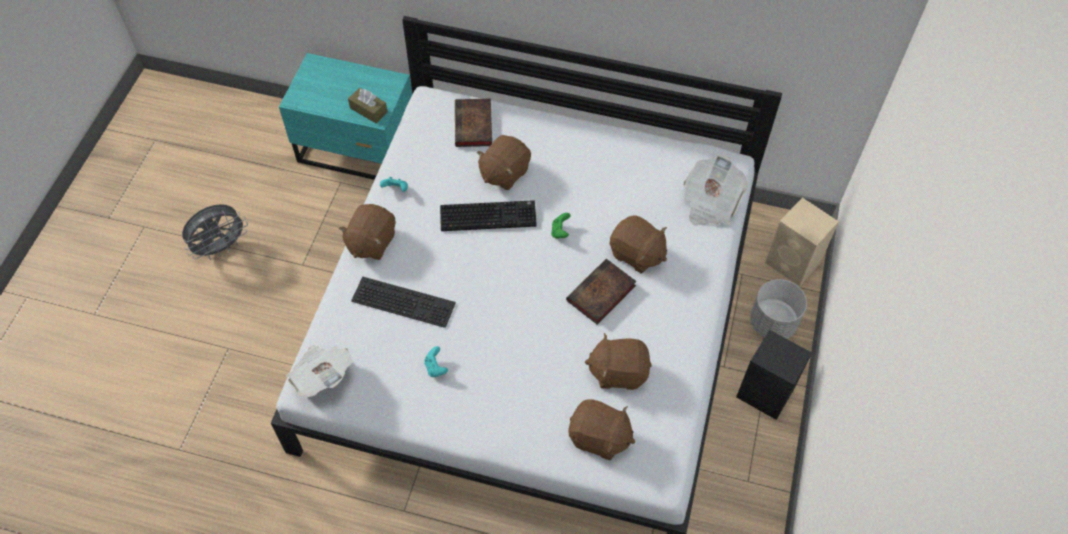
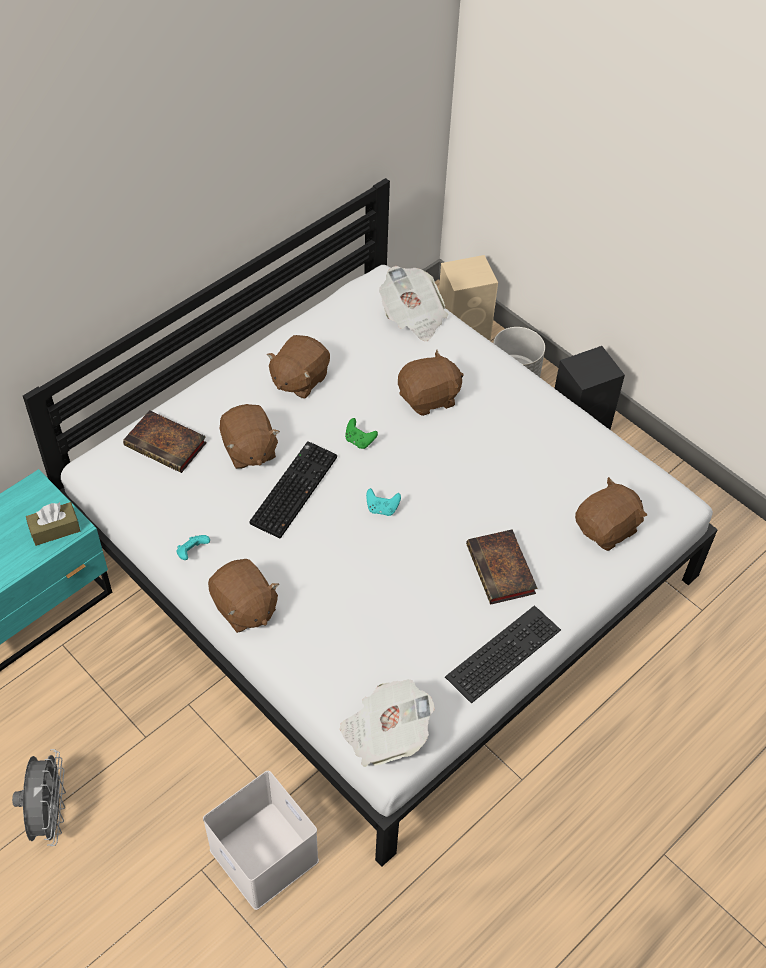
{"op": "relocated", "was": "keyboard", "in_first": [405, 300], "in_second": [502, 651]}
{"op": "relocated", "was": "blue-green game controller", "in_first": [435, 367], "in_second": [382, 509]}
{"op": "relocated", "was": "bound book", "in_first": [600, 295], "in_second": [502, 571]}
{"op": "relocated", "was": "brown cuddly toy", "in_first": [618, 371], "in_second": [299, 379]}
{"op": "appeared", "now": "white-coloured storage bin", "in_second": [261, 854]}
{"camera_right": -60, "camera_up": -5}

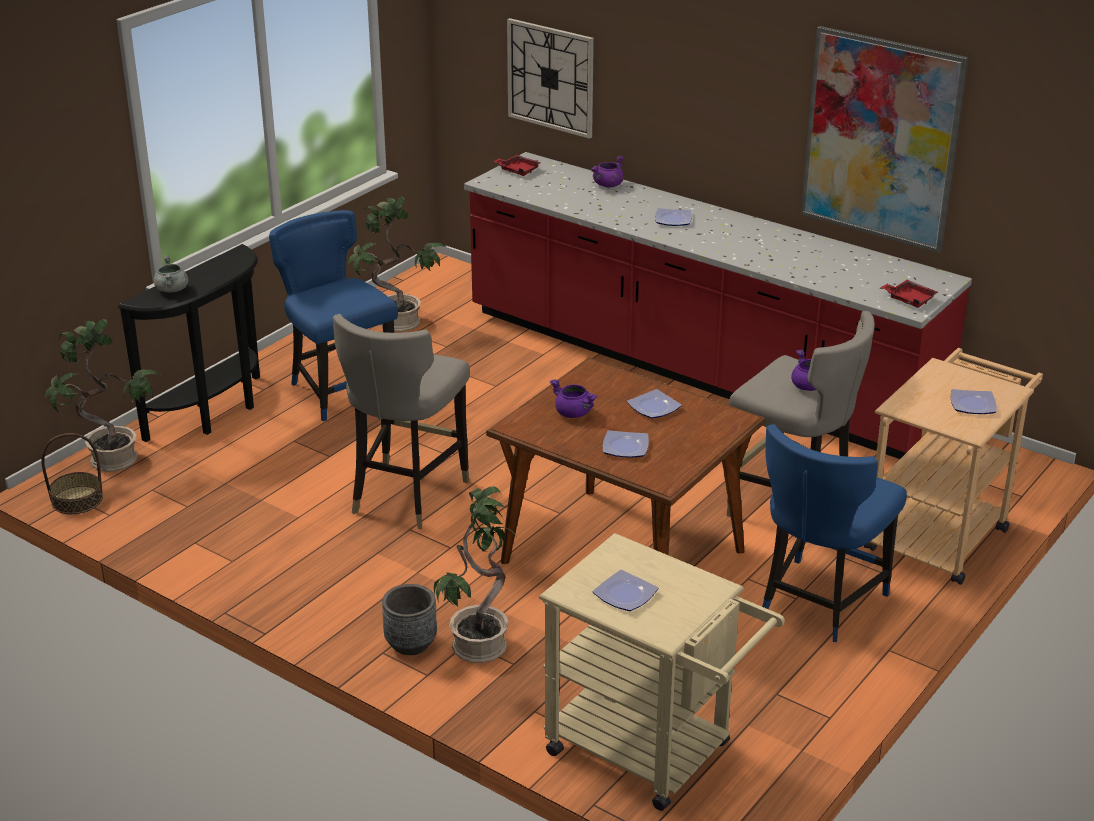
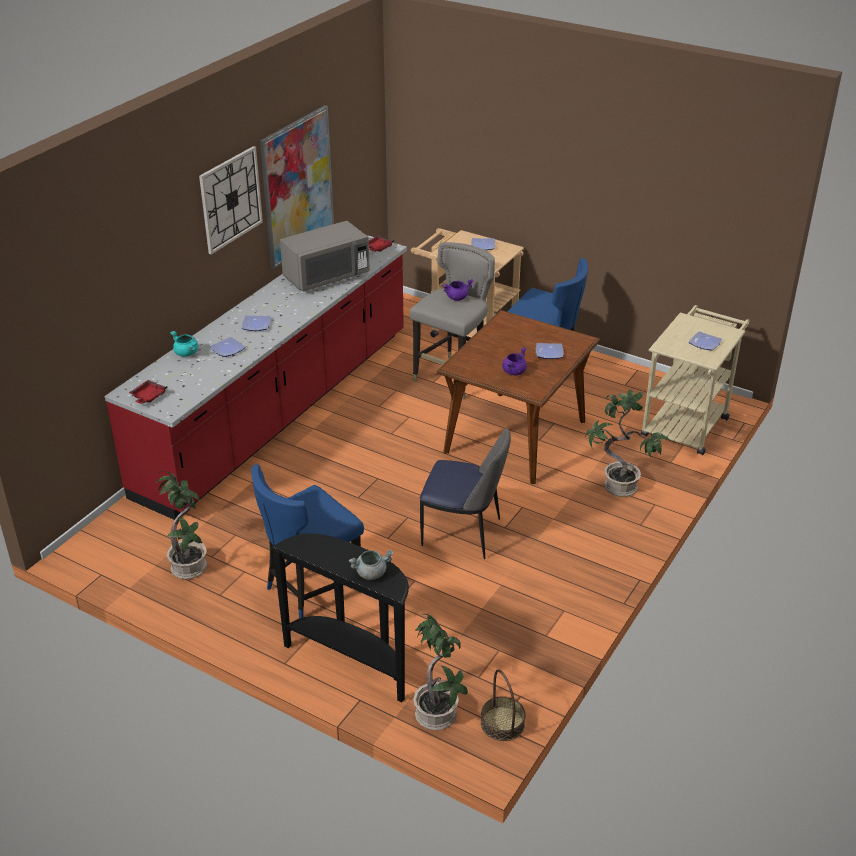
{"op": "exchanged", "was": "grey stool seat", "now": "upright chair", "in_first": [406, 496], "in_second": [464, 533]}
{"op": "missing", "was": "grey flower pot", "in_first": [411, 644]}
{"op": "relocated", "was": "wall clock", "in_first": [550, 77], "in_second": [230, 199]}
{"op": "colour", "was": "purple-coloured stockpot", "now": "blue-green stockpot", "in_first": [608, 185], "in_second": [187, 353]}
{"op": "relocated", "was": "flat dish", "in_first": [653, 408], "in_second": [228, 349]}
{"op": "appeared", "now": "grey kitchen microwave", "in_second": [326, 277]}
{"camera_right": -95, "camera_up": 5}

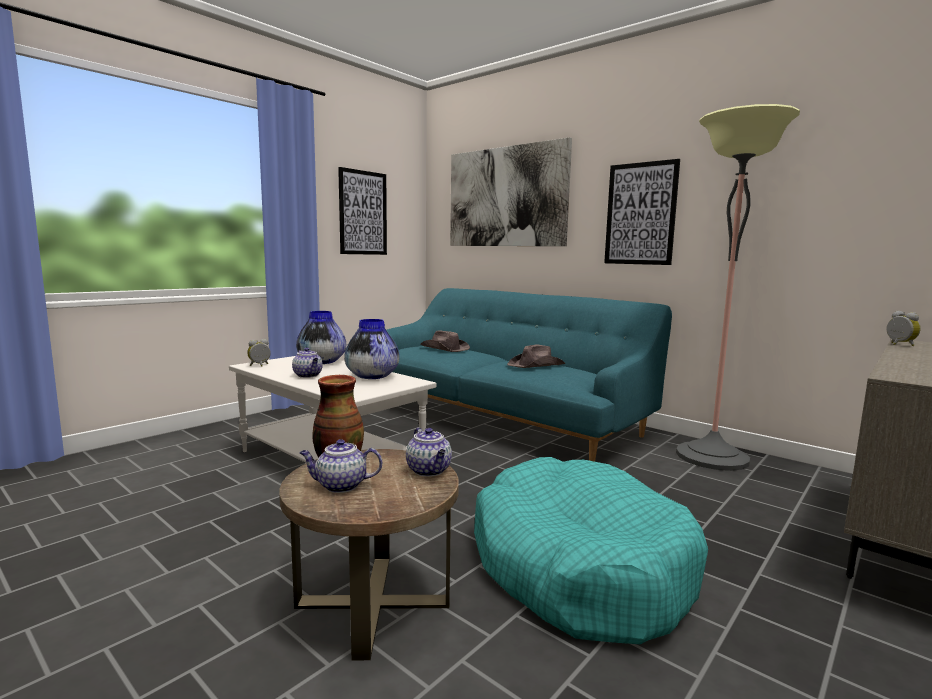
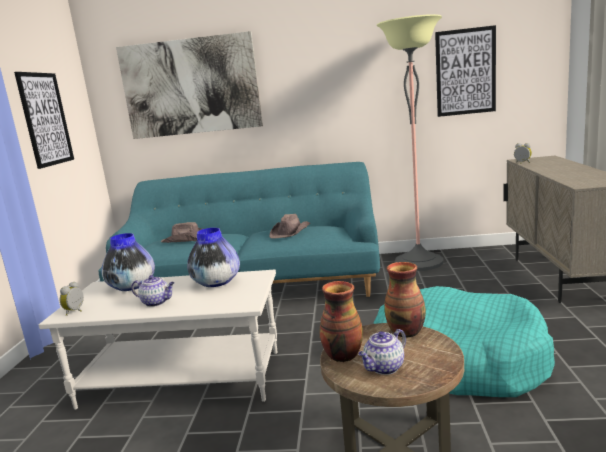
{"op": "exchanged", "was": "tea pot", "now": "vase", "in_first": [429, 471], "in_second": [406, 332]}
{"op": "relocated", "was": "wall art", "in_first": [640, 214], "in_second": [465, 72]}
{"camera_right": -35, "camera_up": 5}

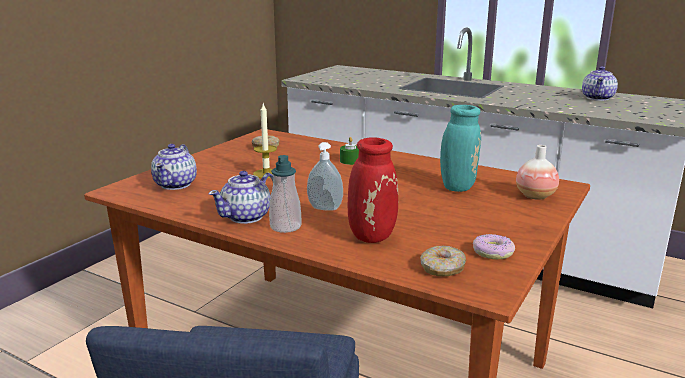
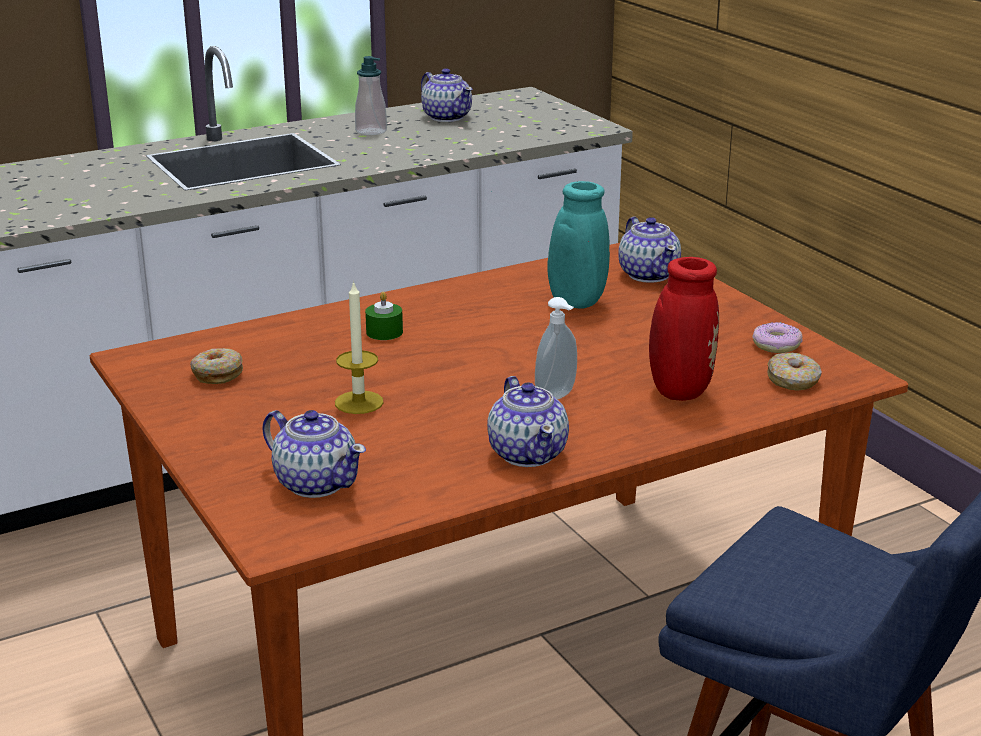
{"op": "relocated", "was": "liquid soap bottle", "in_first": [285, 227], "in_second": [371, 131]}
{"op": "exchanged", "was": "vase", "now": "tea pot", "in_first": [535, 196], "in_second": [649, 274]}
{"camera_right": -60, "camera_up": 5}

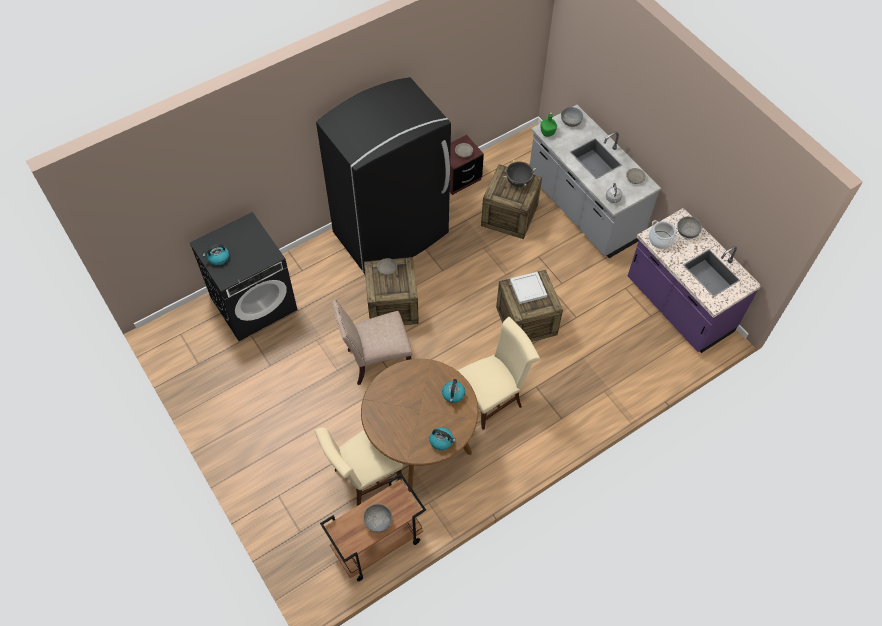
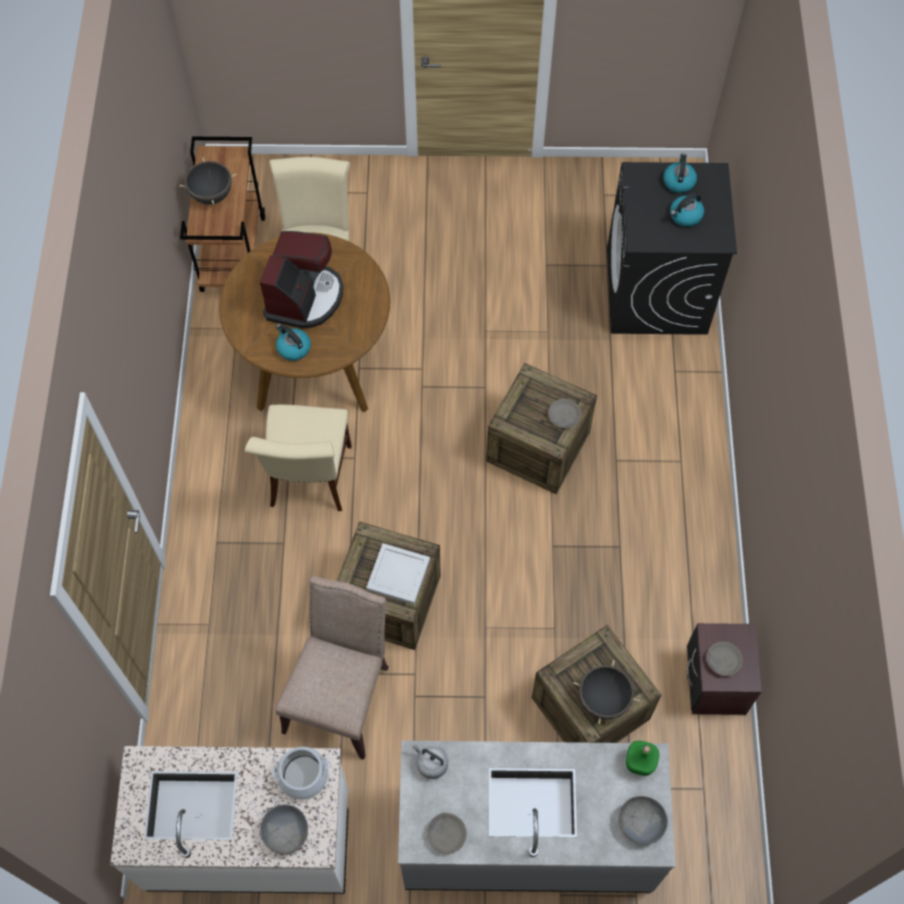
{"op": "missing", "was": "blackish kitchen fridge", "in_first": [392, 234]}
{"op": "relocated", "was": "beige-coloured upright chair", "in_first": [377, 361], "in_second": [341, 695]}
{"op": "exchanged", "was": "grey deep dish", "now": "blackish stockpot", "in_first": [378, 521], "in_second": [211, 195]}
{"op": "relocated", "was": "kettle", "in_first": [441, 441], "in_second": [685, 216]}
{"op": "colour", "was": "purple-coloured kitchen counter", "now": "white-coloured kitchen counter", "in_first": [678, 307], "in_second": [249, 839]}
{"op": "appeared", "now": "coffee machine", "in_second": [304, 297]}
{"camera_right": 125, "camera_up": 5}

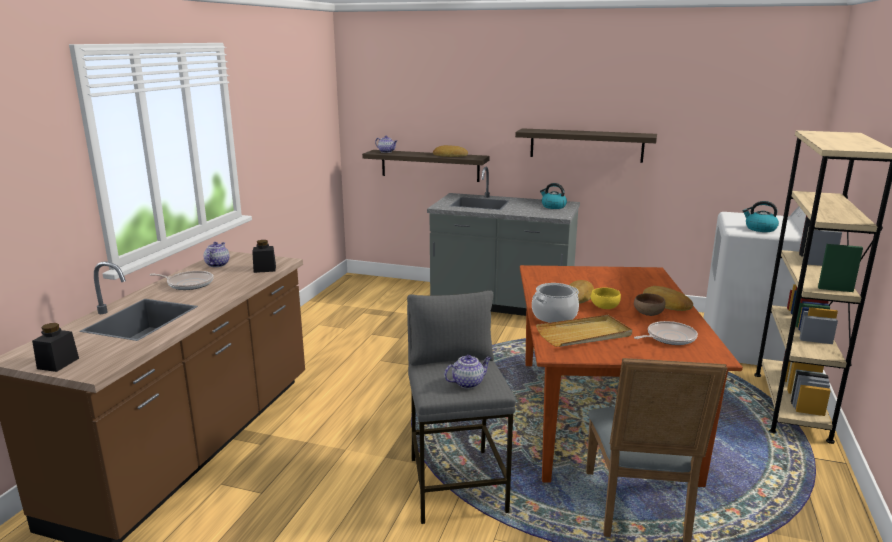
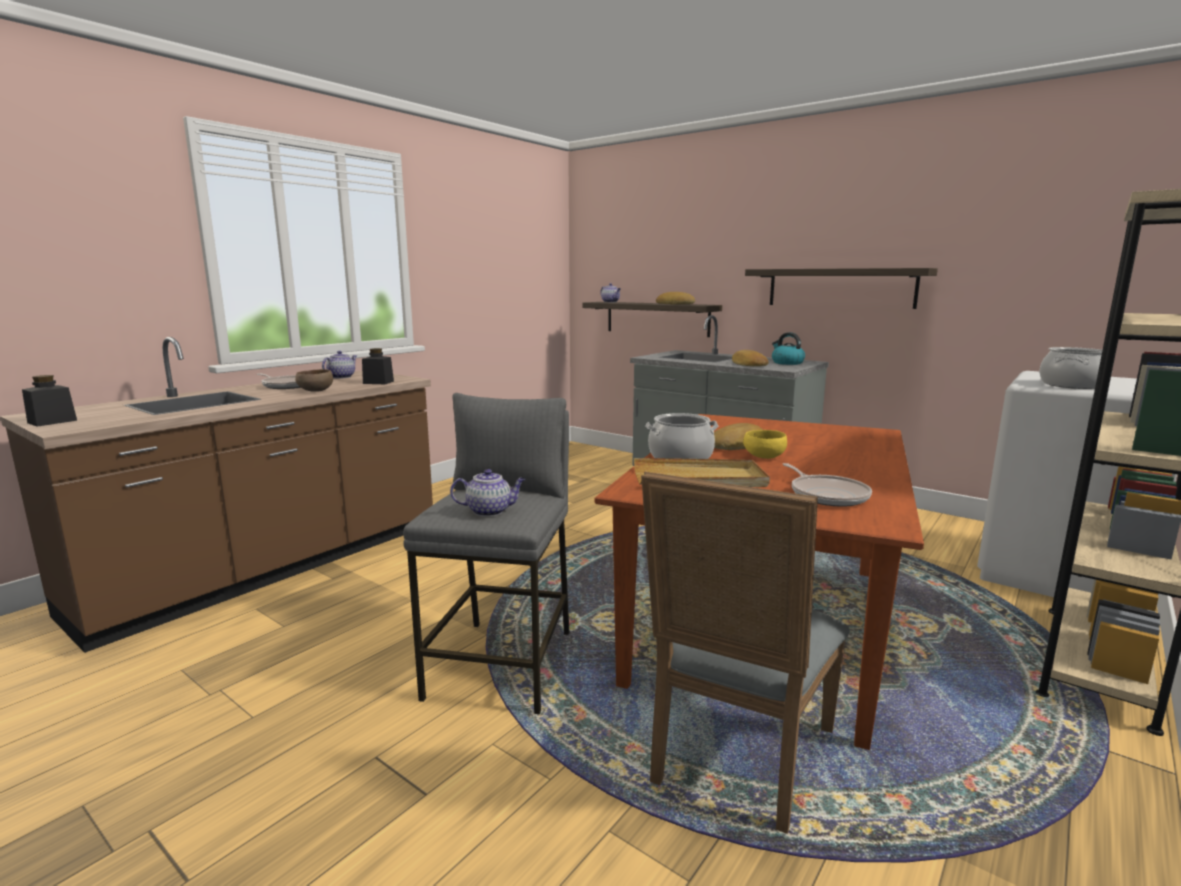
{"op": "relocated", "was": "brown deep dish", "in_first": [648, 314], "in_second": [315, 391]}
{"op": "spun", "was": "pan", "in_first": [668, 337], "in_second": [827, 495], "clockwise": 75}
{"op": "relocated", "was": "bakery bread", "in_first": [666, 303], "in_second": [748, 364]}
{"op": "exchanged", "was": "kettle", "now": "stockpot", "in_first": [760, 229], "in_second": [1072, 385]}
{"camera_right": 20, "camera_up": -5}

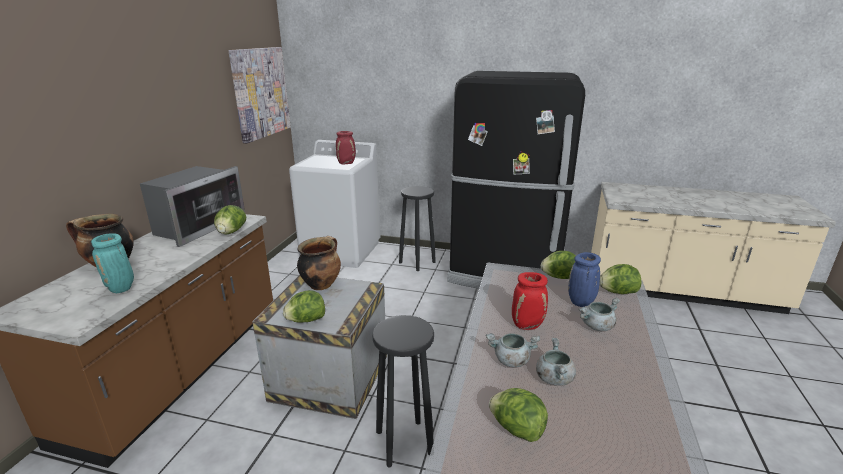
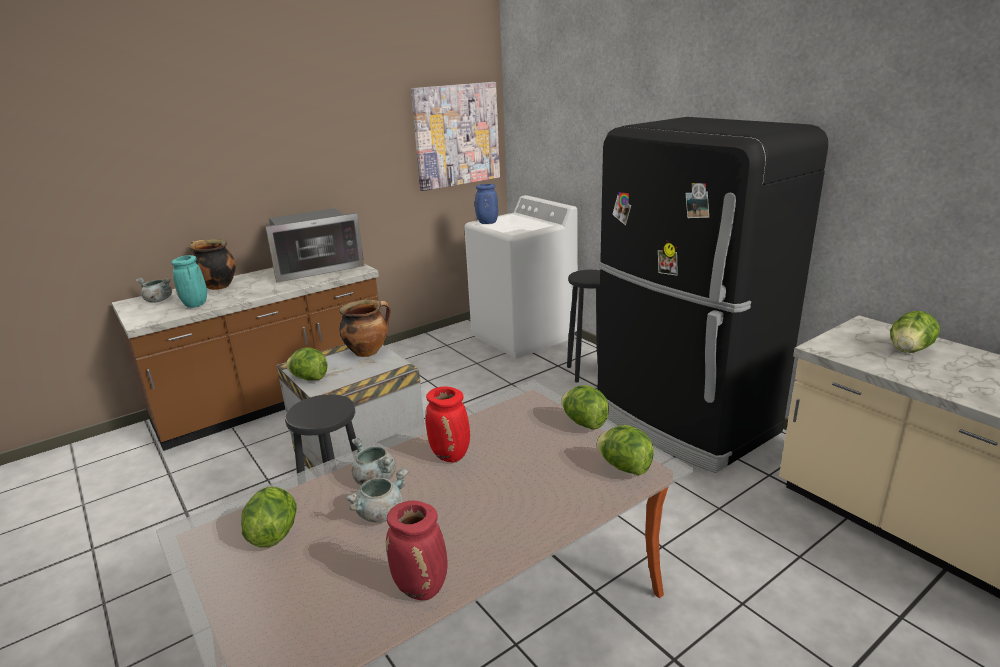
{"op": "relocated", "was": "head of lettuce", "in_first": [231, 232], "in_second": [909, 350]}
{"op": "relocated", "was": "red vase", "in_first": [346, 163], "in_second": [422, 589]}
{"op": "relocated", "was": "blue-coloured vase", "in_first": [581, 303], "in_second": [487, 223]}
{"op": "relocated", "was": "grey stockpot", "in_first": [597, 326], "in_second": [158, 300]}
{"camera_right": 40, "camera_up": 0}

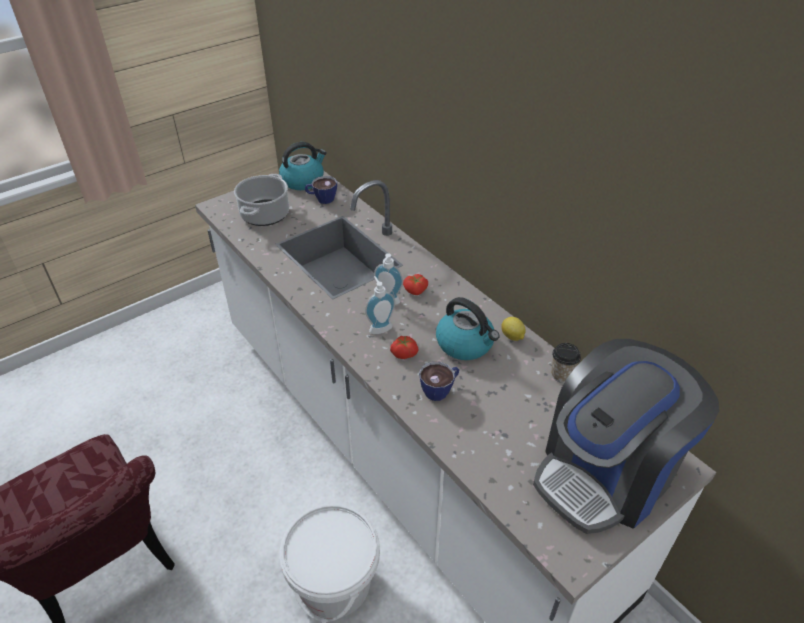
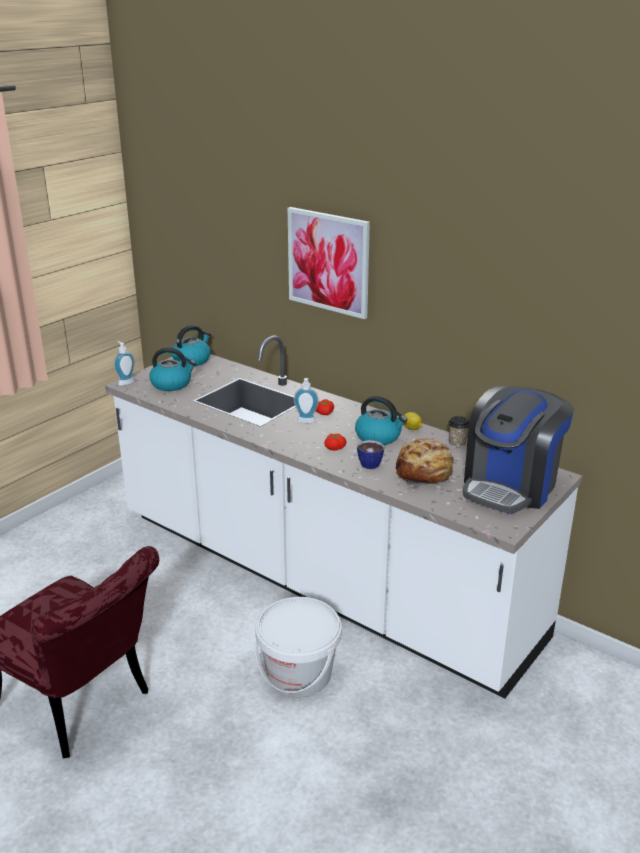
{"op": "exchanged", "was": "stockpot", "now": "kettle", "in_first": [265, 214], "in_second": [172, 384]}
{"op": "missing", "was": "small cup", "in_first": [321, 199]}
{"op": "relocated", "was": "liquid soap bottle", "in_first": [379, 327], "in_second": [125, 382]}
{"op": "appeared", "now": "wall art", "in_second": [328, 262]}
{"op": "appeared", "now": "bakery bread", "in_second": [424, 473]}
{"camera_right": -15, "camera_up": -15}

